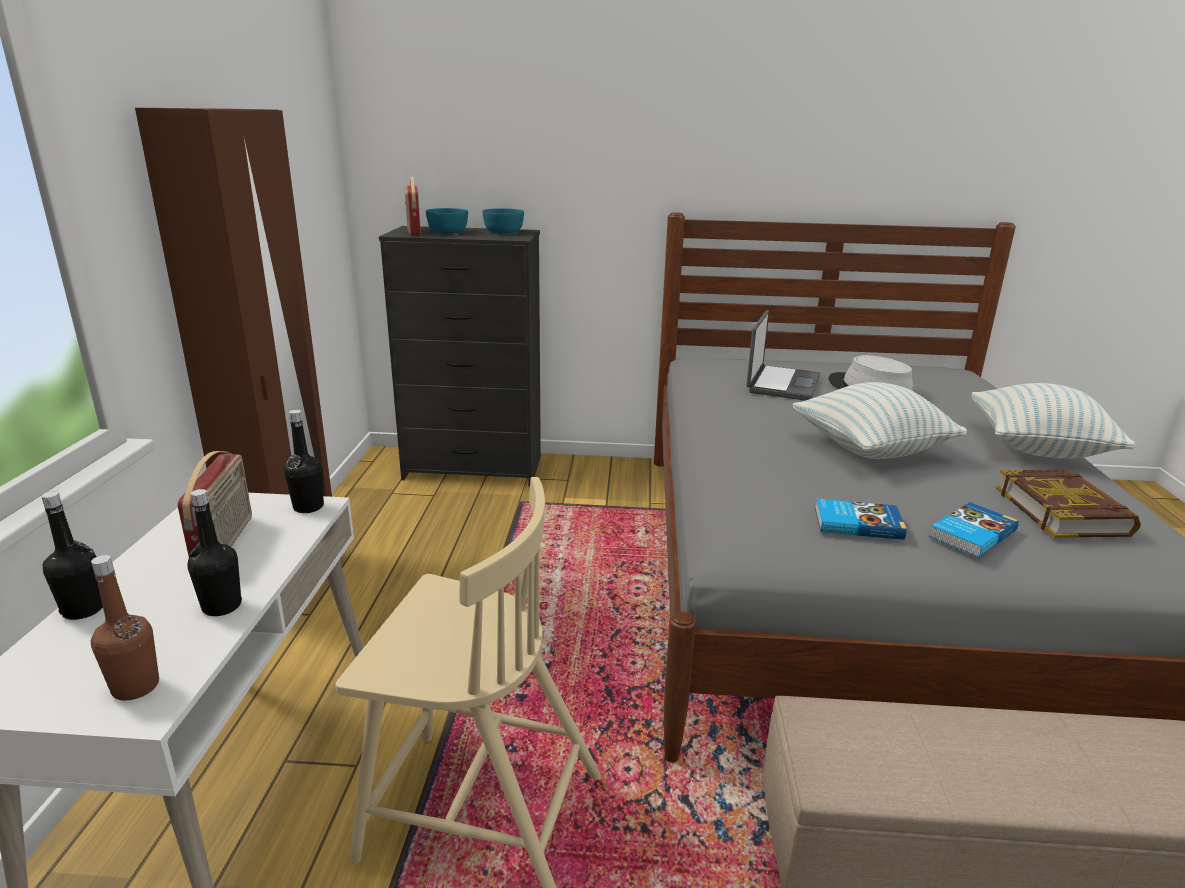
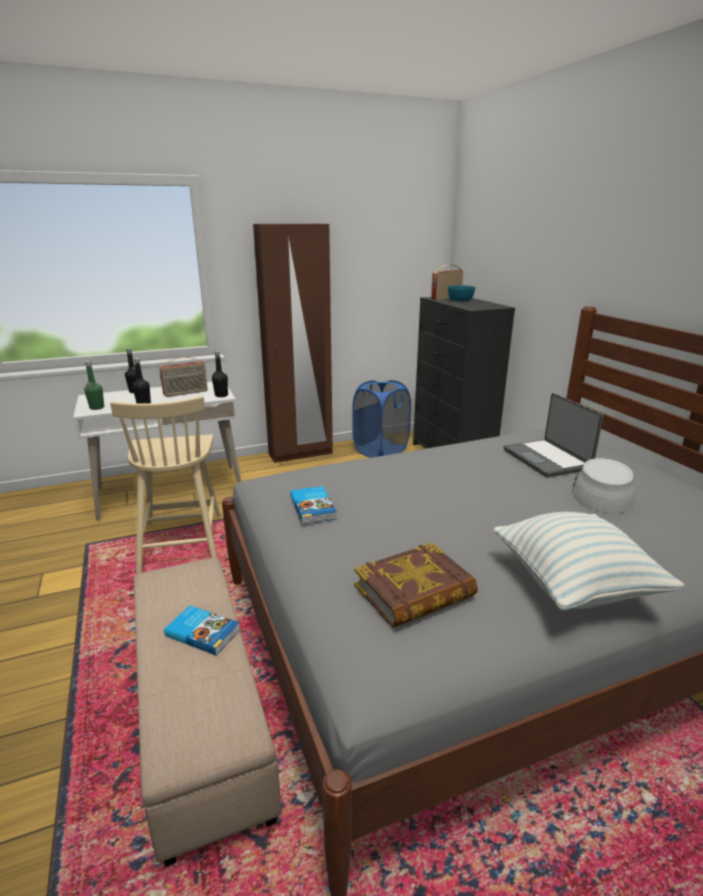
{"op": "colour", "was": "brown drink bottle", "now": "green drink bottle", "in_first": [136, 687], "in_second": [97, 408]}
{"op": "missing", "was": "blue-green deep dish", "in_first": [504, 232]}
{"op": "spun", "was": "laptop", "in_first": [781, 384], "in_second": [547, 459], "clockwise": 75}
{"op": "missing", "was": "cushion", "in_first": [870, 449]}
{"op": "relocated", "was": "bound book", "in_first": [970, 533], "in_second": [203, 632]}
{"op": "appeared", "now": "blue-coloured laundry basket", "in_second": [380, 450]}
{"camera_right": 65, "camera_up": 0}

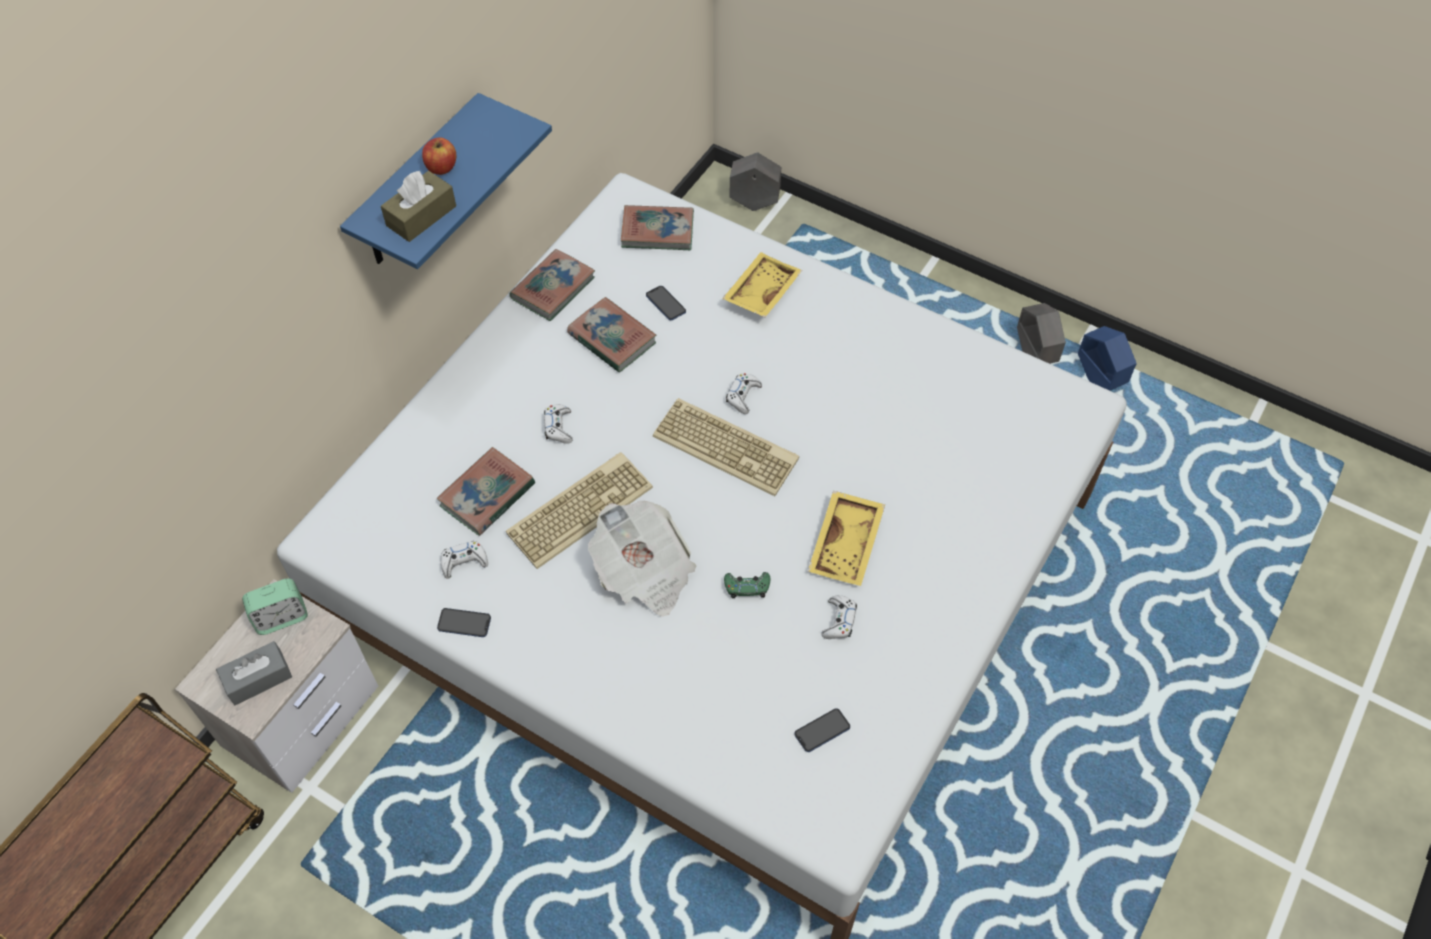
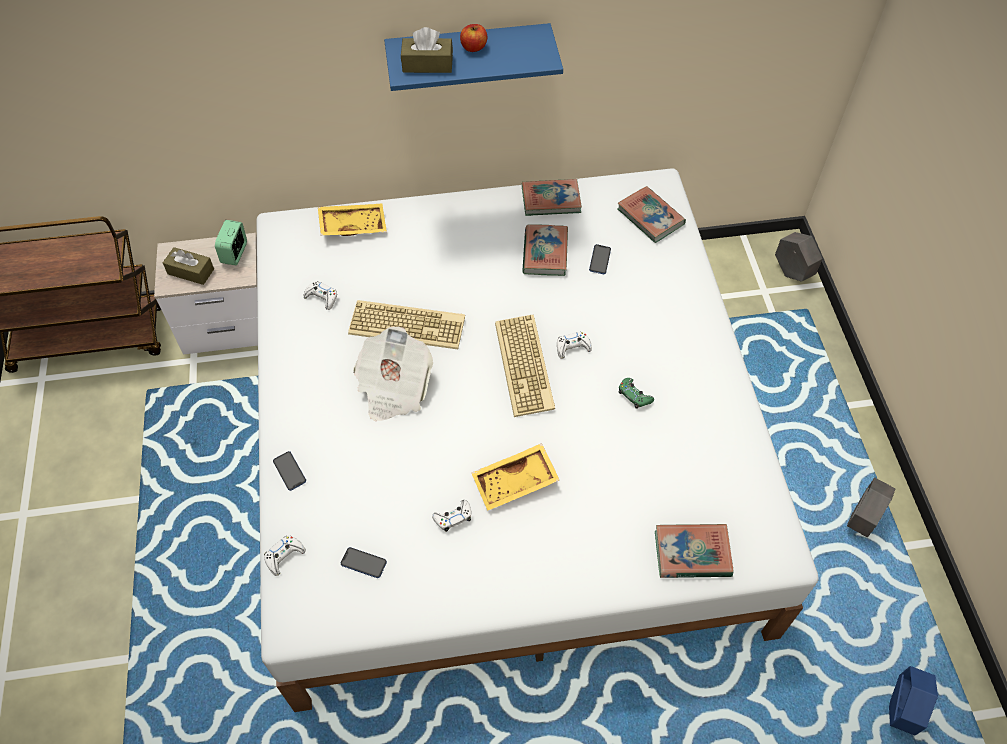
{"op": "colour", "was": "grey tissue holder", "now": "brown tissue holder", "in_first": [258, 678], "in_second": [191, 271]}
{"op": "spun", "was": "bedside clock", "in_first": [281, 617], "in_second": [235, 253], "clockwise": 75}
{"op": "relocated", "was": "bound book", "in_first": [487, 495], "in_second": [692, 553]}
{"op": "relocated", "was": "telephone", "in_first": [464, 623], "in_second": [289, 471]}
{"op": "relocated", "was": "white-coloured game controller", "in_first": [558, 427], "in_second": [284, 556]}
{"op": "relocated", "was": "yellow carrying tray", "in_first": [760, 291], "in_second": [353, 225]}
{"op": "relocated", "was": "green game controller", "in_first": [747, 587], "in_second": [634, 395]}
{"op": "relocated", "was": "blue-coloured flower pot", "in_first": [1099, 378], "in_second": [901, 709]}
{"camera_right": 50, "camera_up": 0}

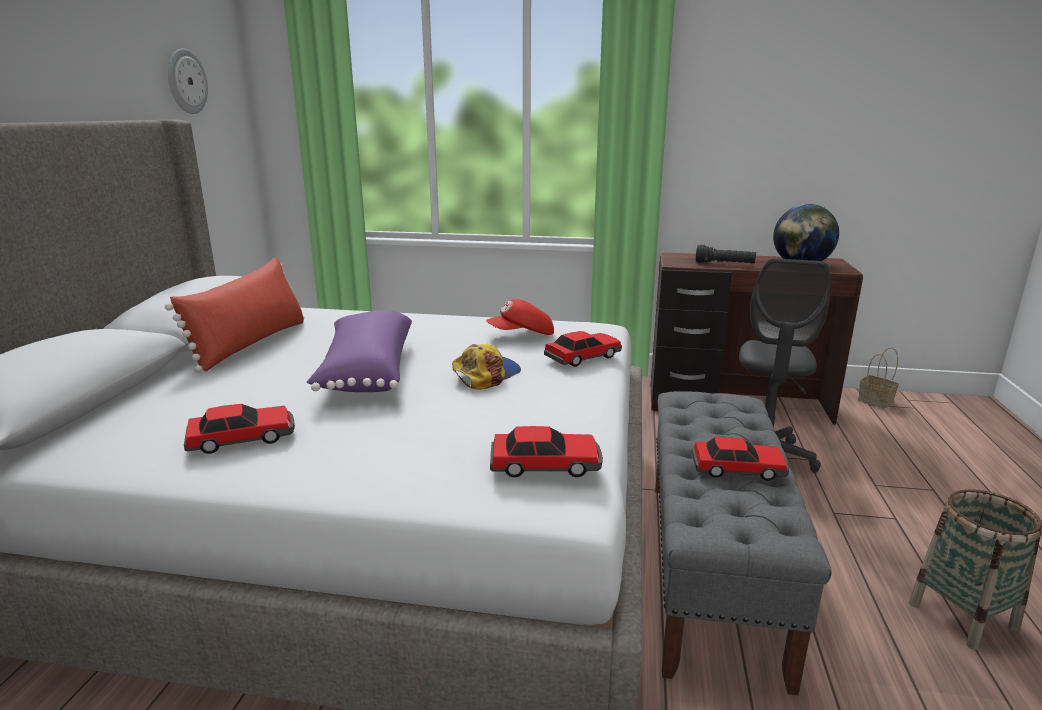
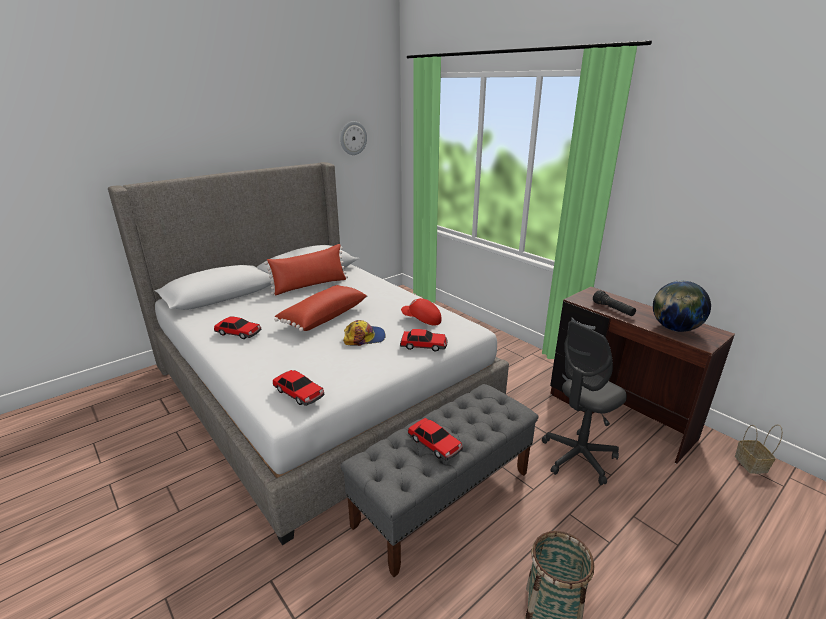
{"op": "colour", "was": "purple-coloured cushion", "now": "red cushion", "in_first": [366, 371], "in_second": [323, 317]}
{"camera_right": 40, "camera_up": 5}

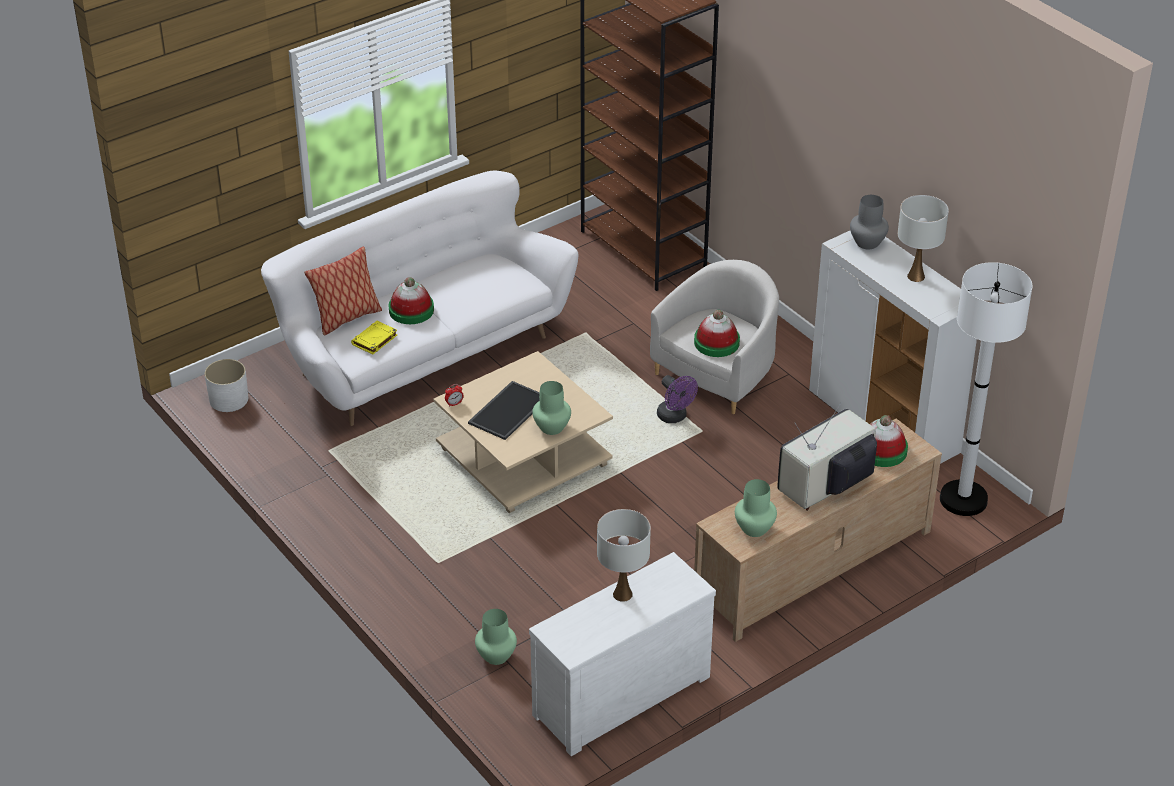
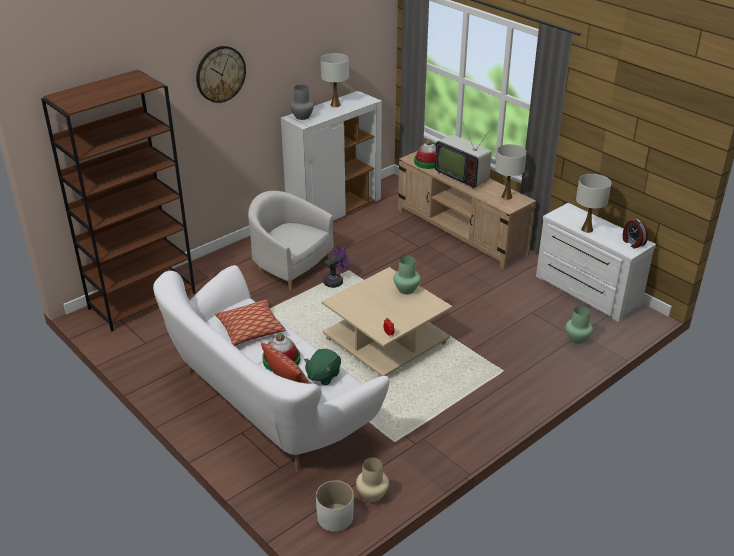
{"op": "exchanged", "was": "yellow bound book", "now": "green cuddly toy", "in_first": [374, 340], "in_second": [323, 375]}
{"op": "missing", "was": "carrying tray", "in_first": [508, 410]}
{"op": "missing", "was": "clothing hat", "in_first": [716, 342]}
{"op": "exchanged", "was": "green vase", "now": "white-coloured lamp for a table", "in_first": [754, 528], "in_second": [506, 196]}
{"op": "missing", "was": "white-coloured standing lamp", "in_first": [963, 499]}
{"op": "appeared", "now": "wall clock", "in_second": [220, 74]}
{"op": "appeared", "now": "cushion", "in_second": [250, 329]}
{"op": "appeared", "now": "beige-coloured vase", "in_second": [371, 495]}
{"op": "appeared", "now": "bedside clock", "in_second": [632, 243]}
{"camera_right": -95, "camera_up": -5}

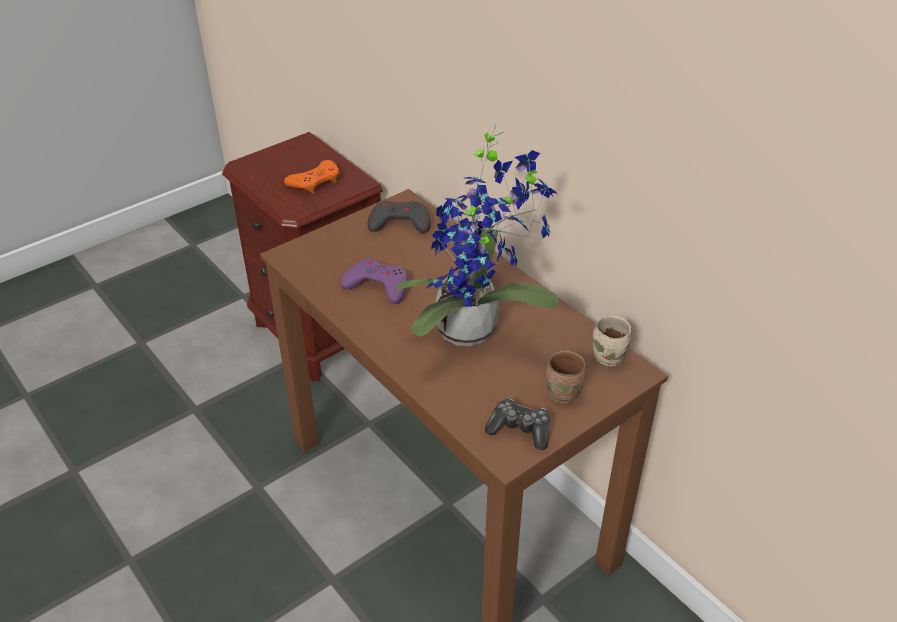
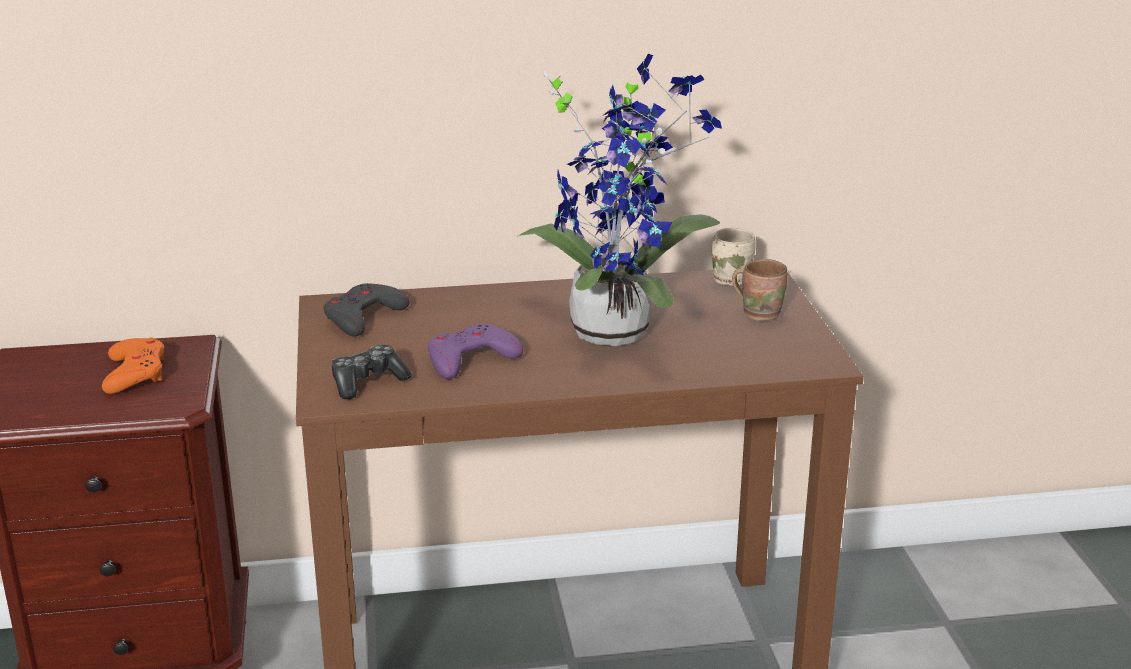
{"op": "relocated", "was": "game controller", "in_first": [520, 430], "in_second": [367, 382]}
{"camera_right": -60, "camera_up": -15}

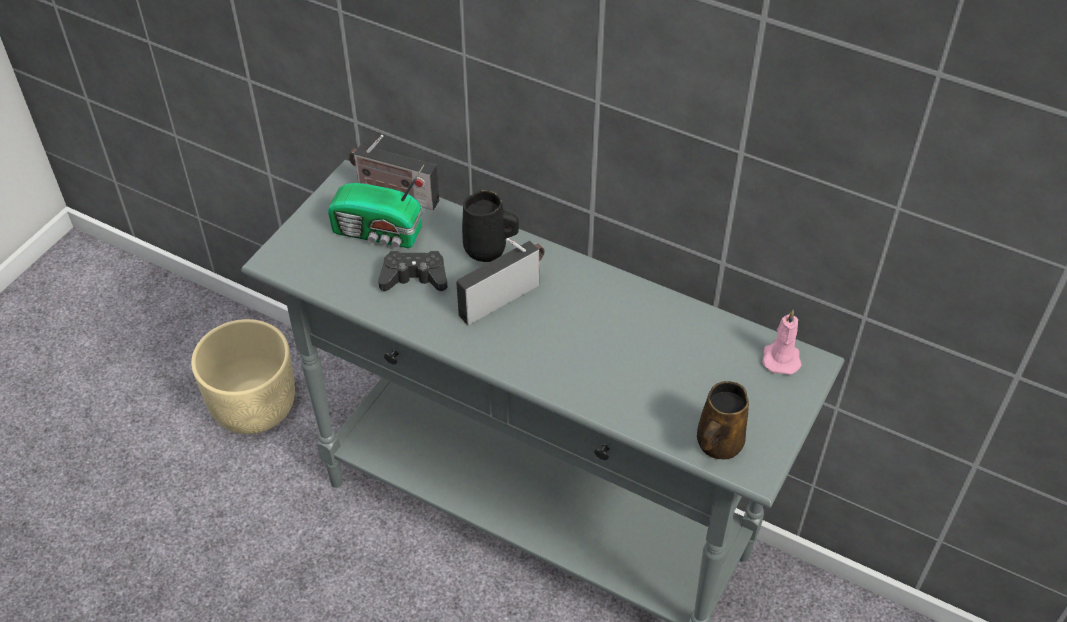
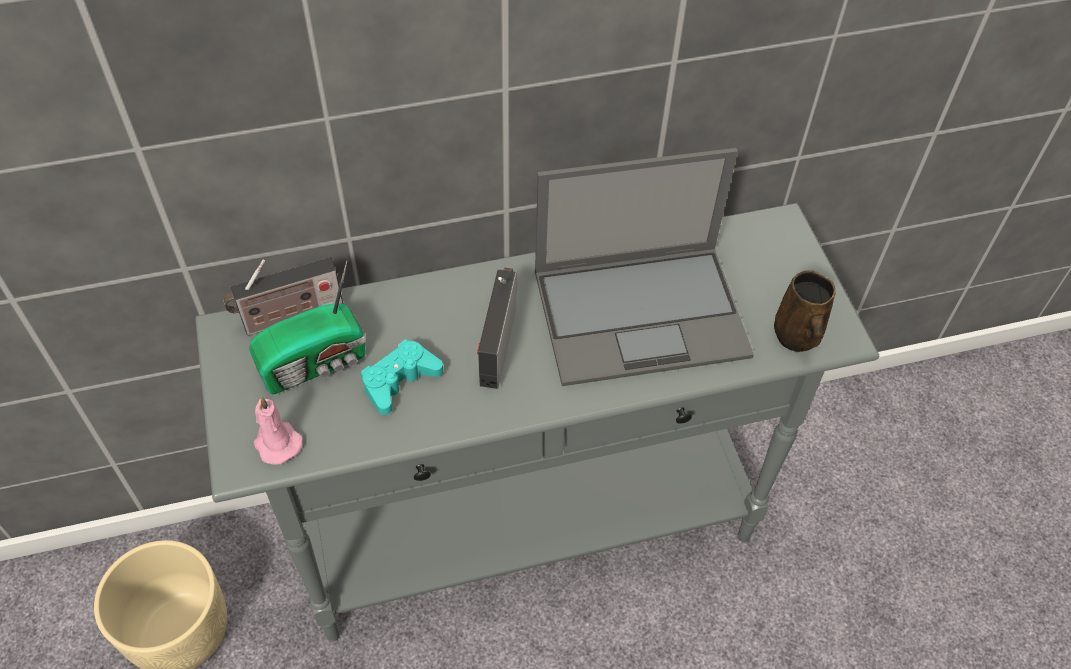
{"op": "colour", "was": "blackish game controller", "now": "blue-green game controller", "in_first": [414, 278], "in_second": [399, 381]}
{"op": "missing", "was": "blackish tea mug", "in_first": [488, 250]}
{"op": "relocated", "was": "pink-coloured wax candle", "in_first": [781, 357], "in_second": [276, 442]}
{"op": "appeared", "now": "laptop", "in_second": [643, 313]}
{"camera_right": -45, "camera_up": 5}

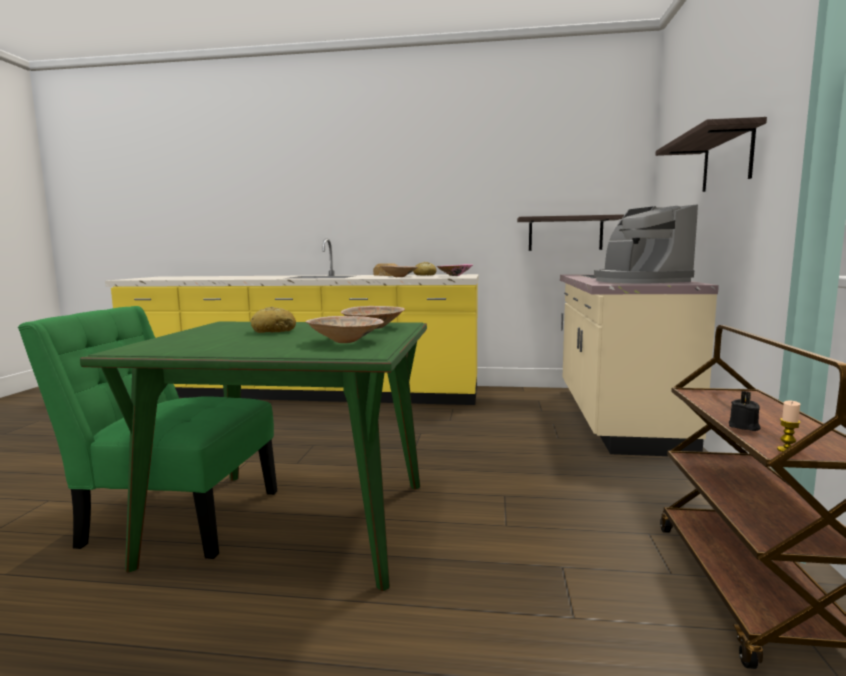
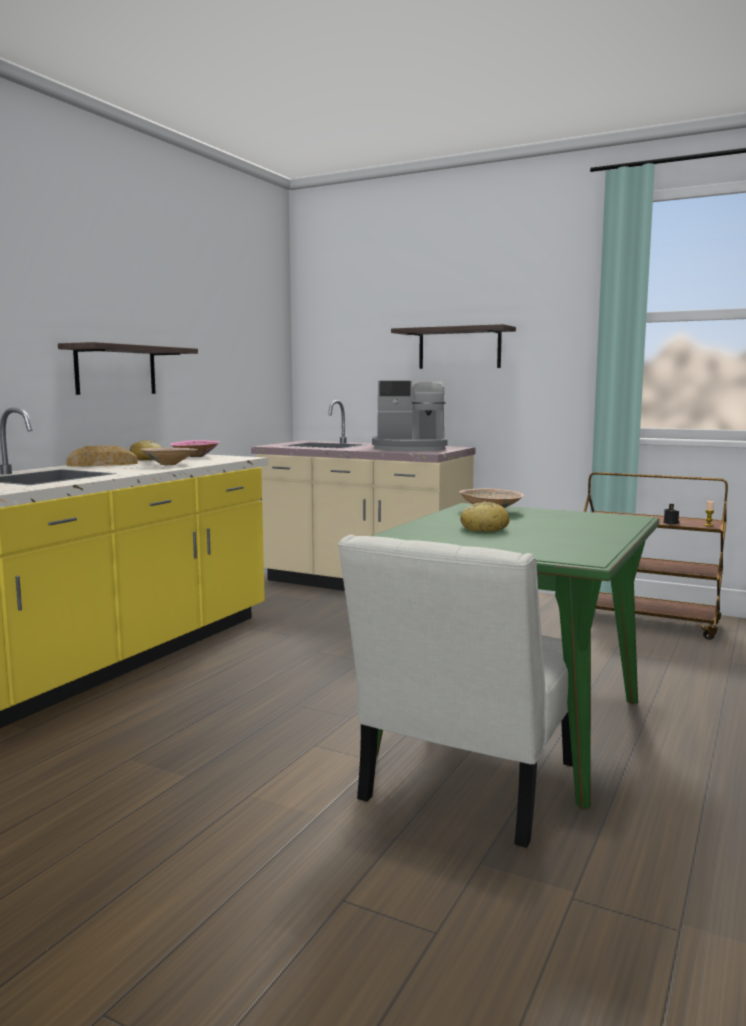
{"op": "colour", "was": "green upright chair", "now": "white-coloured upright chair", "in_first": [175, 516], "in_second": [465, 788]}
{"op": "missing", "was": "beige-coloured deep dish", "in_first": [347, 342]}
{"op": "relocated", "was": "shelf", "in_first": [565, 234], "in_second": [116, 370]}
{"camera_right": -70, "camera_up": 0}

